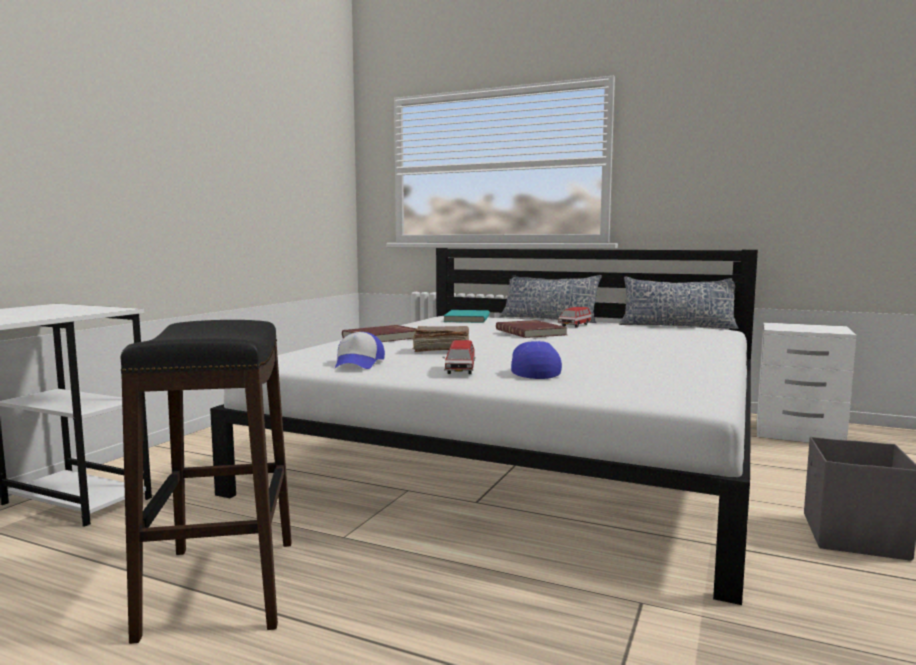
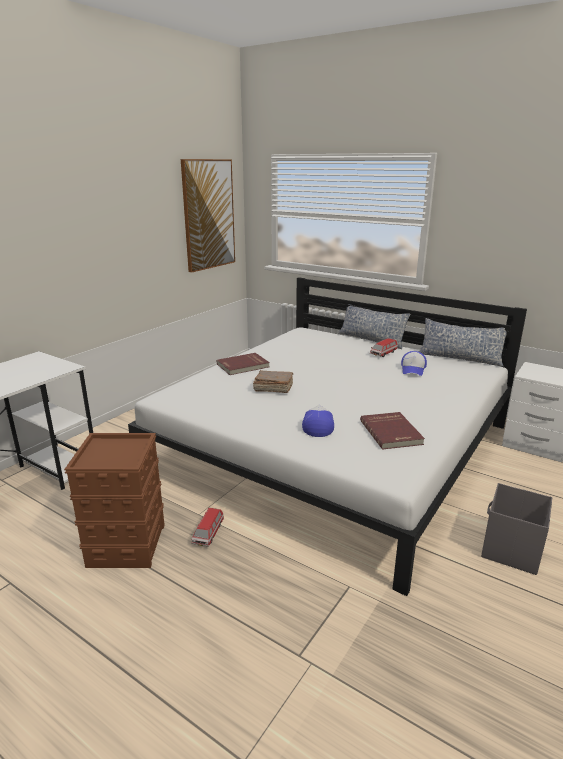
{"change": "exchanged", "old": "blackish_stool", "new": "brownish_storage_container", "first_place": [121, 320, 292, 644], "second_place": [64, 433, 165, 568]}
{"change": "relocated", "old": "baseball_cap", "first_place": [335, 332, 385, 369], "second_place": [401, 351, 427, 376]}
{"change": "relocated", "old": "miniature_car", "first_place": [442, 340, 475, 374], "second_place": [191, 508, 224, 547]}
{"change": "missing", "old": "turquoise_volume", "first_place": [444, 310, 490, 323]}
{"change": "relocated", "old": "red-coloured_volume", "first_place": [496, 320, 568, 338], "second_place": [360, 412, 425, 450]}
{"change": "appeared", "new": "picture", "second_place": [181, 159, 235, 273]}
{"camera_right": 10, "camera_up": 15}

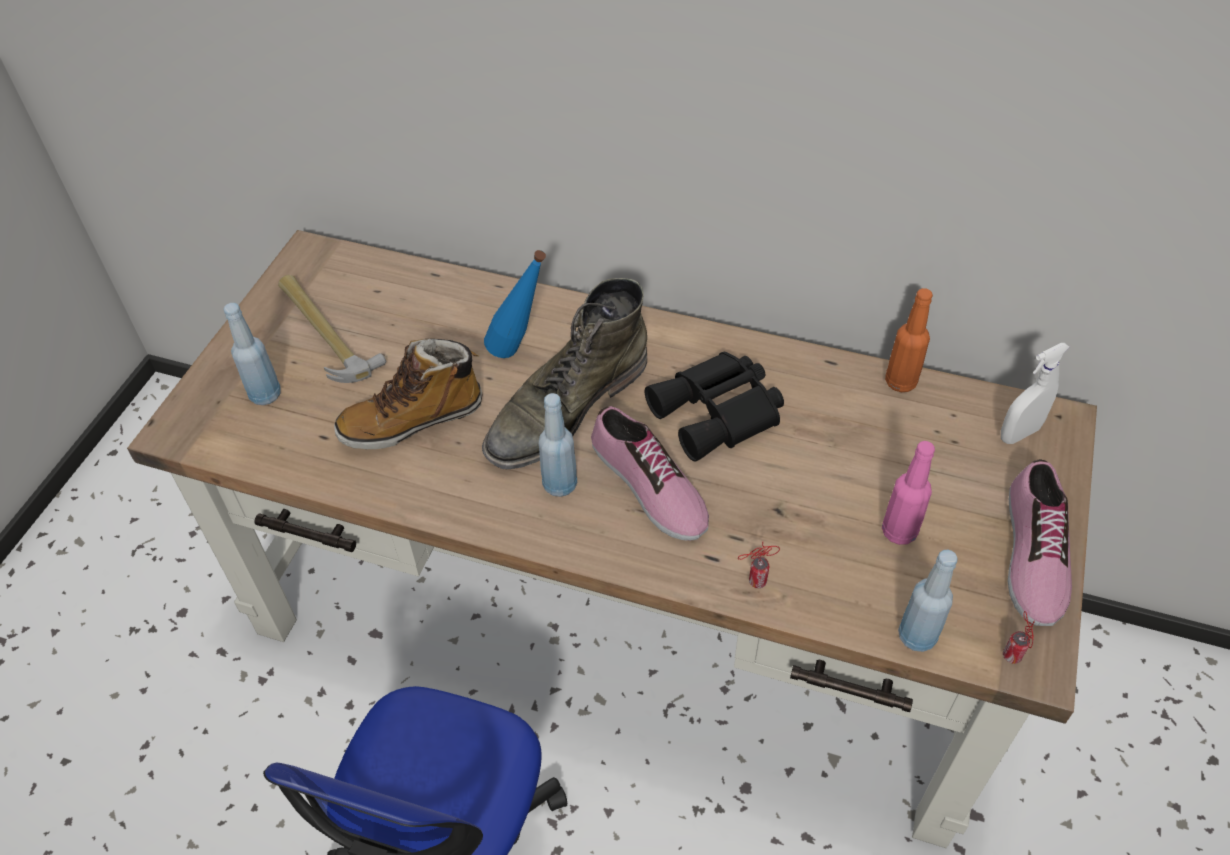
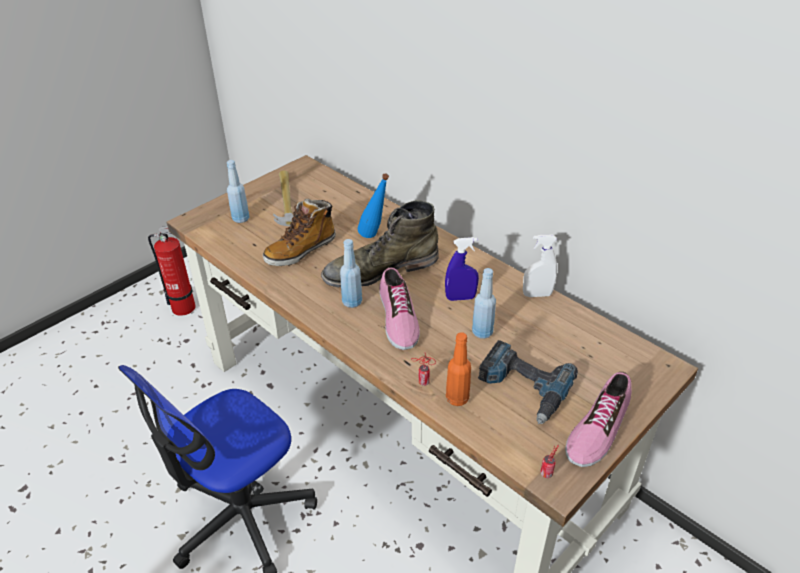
{"change": "spun", "old": "tall_boot", "first_place": [334, 339, 482, 449], "second_place": [263, 199, 336, 266], "degrees": -45}
{"change": "exchanged", "old": "blackish_pair_of_binoculars", "new": "bluish_sprayer", "first_place": [644, 352, 784, 462], "second_place": [445, 237, 479, 301]}
{"change": "exchanged", "old": "pink-coloured_bottle", "new": "electric_drill", "first_place": [882, 441, 935, 545], "second_place": [478, 340, 578, 424]}
{"change": "relocated", "old": "orange-coloured_bottle", "first_place": [885, 288, 933, 392], "second_place": [446, 332, 471, 406]}
{"change": "relocated", "old": "bluish_bottle", "first_place": [898, 550, 958, 652], "second_place": [472, 268, 496, 339]}
{"change": "relocated", "old": "whitish_sprayer", "first_place": [1001, 343, 1070, 444], "second_place": [523, 235, 557, 297]}
{"change": "appeared", "new": "fire-fighting_cylinder", "second_place": [148, 226, 195, 316]}
{"camera_right": 25, "camera_up": -10}

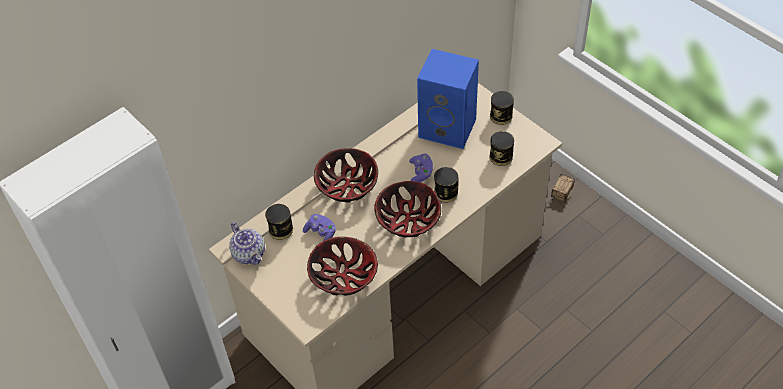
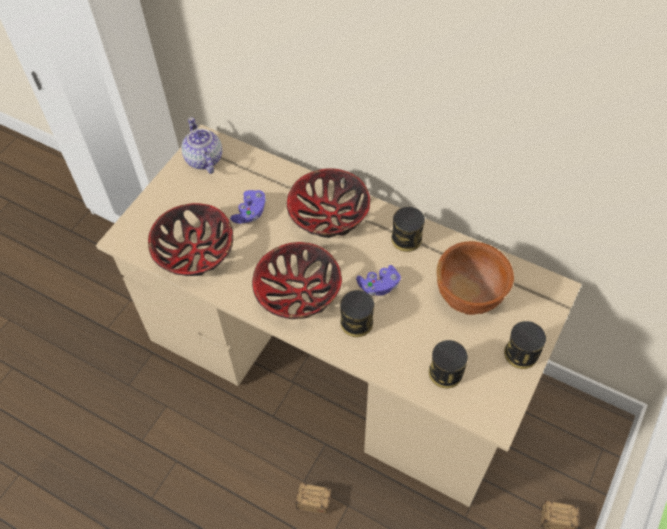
{"change": "spun", "old": "tea_pot", "first_place": [229, 222, 265, 265], "second_place": [182, 117, 222, 174], "degrees": 120}
{"change": "relocated", "old": "sealed_can", "first_place": [265, 204, 293, 240], "second_place": [391, 207, 425, 252]}
{"change": "exchanged", "old": "bluish_loudspeaker", "new": "brownish_serving_bowl", "first_place": [417, 49, 479, 149], "second_place": [437, 241, 514, 315]}
{"change": "appeared", "new": "storage_container", "second_place": [249, 482, 332, 514]}
{"camera_right": 70, "camera_up": 5}

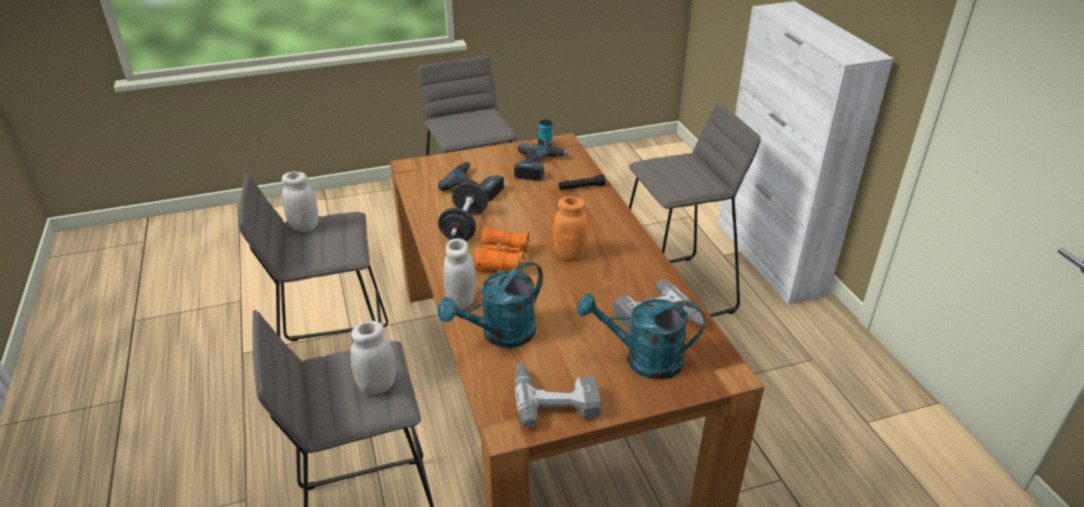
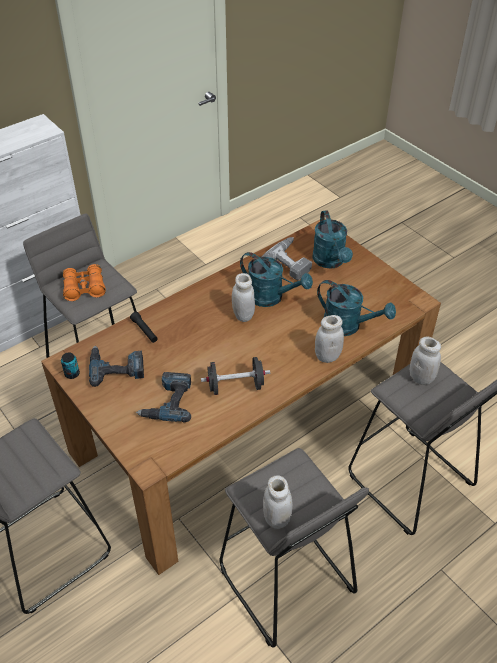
{"change": "relocated", "old": "orange-coloured_pair_of_binoculars", "first_place": [475, 228, 529, 272], "second_place": [62, 264, 106, 301]}
{"change": "missing", "old": "electric_drill", "first_place": [515, 362, 601, 428]}
{"change": "colour", "old": "orange-coloured_storage_jar", "new": "whitish_storage_jar", "first_place": [553, 196, 588, 260], "second_place": [232, 273, 255, 322]}
{"change": "appeared", "new": "turquoise_watering_can", "second_place": [240, 252, 313, 307]}
{"camera_right": -110, "camera_up": 10}

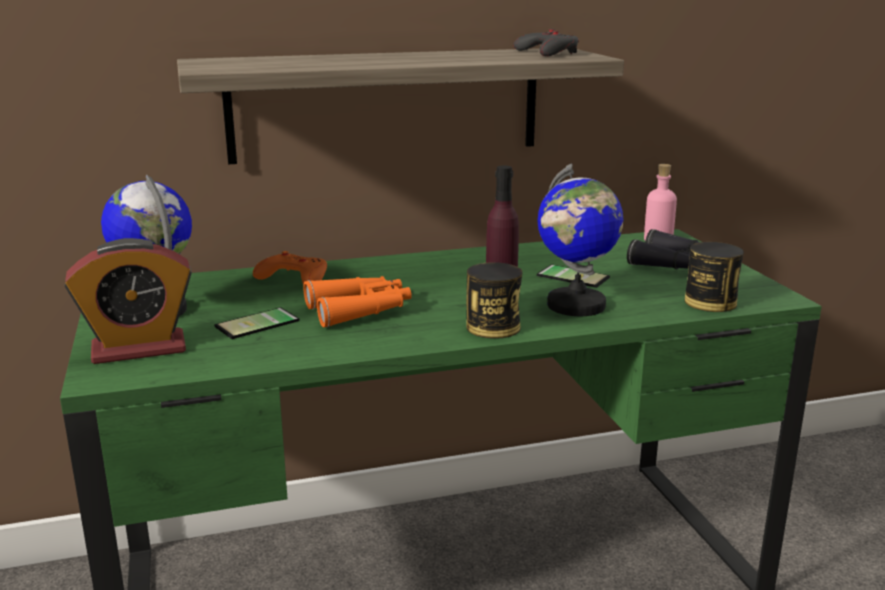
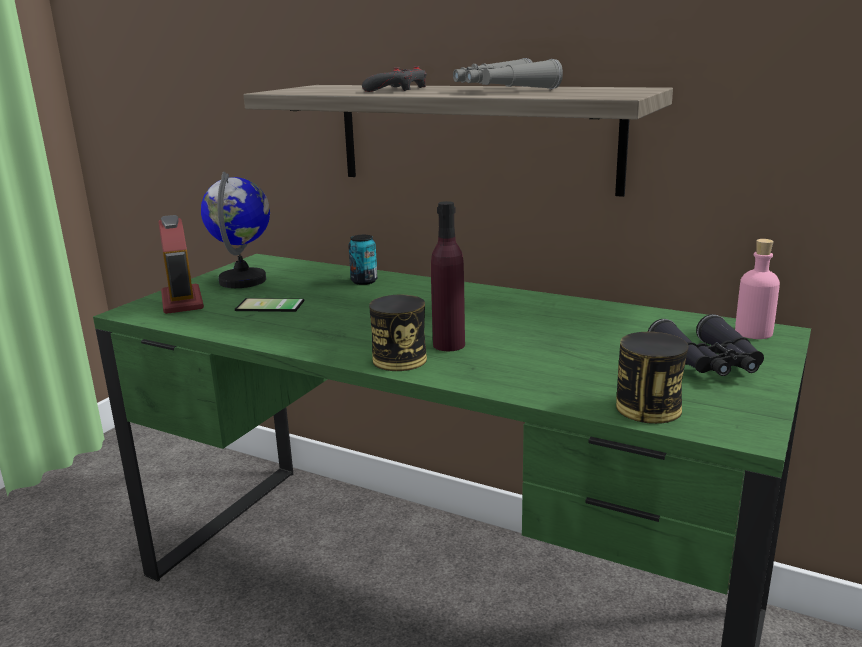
{"change": "spun", "old": "table_clock", "first_place": [65, 238, 192, 364], "second_place": [158, 215, 204, 314], "degrees": 45}
{"change": "exchanged", "old": "orange-coloured_joypad", "new": "sealed_can", "first_place": [253, 251, 327, 285], "second_place": [348, 235, 377, 285]}
{"change": "missing", "old": "orange-coloured_pair_of_binoculars", "first_place": [303, 276, 412, 328]}
{"change": "relocated", "old": "grey_joypad", "first_place": [513, 29, 579, 56], "second_place": [362, 66, 427, 92]}
{"change": "missing", "old": "phone", "first_place": [537, 264, 610, 288]}
{"change": "missing", "old": "world_globe", "first_place": [538, 164, 623, 316]}
{"change": "appeared", "new": "grey_pair_of_binoculars", "second_place": [453, 58, 563, 89]}
{"camera_right": 45, "camera_up": 0}

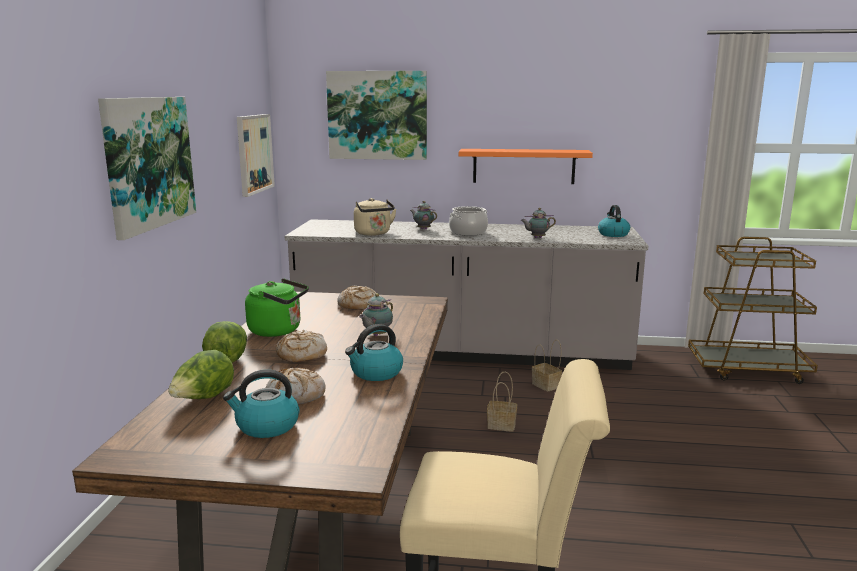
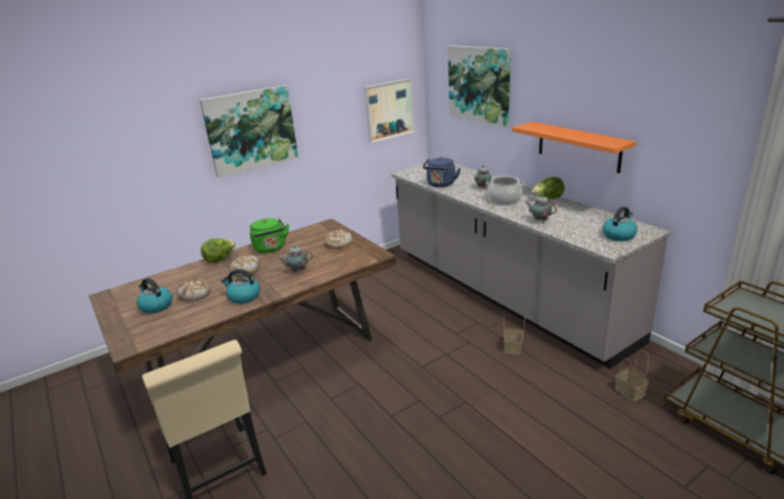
{"change": "relocated", "old": "head_of_lettuce", "first_place": [168, 350, 234, 399], "second_place": [531, 177, 565, 199]}
{"change": "colour", "old": "beige-coloured_kettle", "new": "bluish_kettle", "first_place": [354, 198, 397, 236], "second_place": [423, 157, 461, 187]}
{"change": "relocated", "old": "basket", "first_place": [487, 371, 517, 432], "second_place": [615, 350, 649, 402]}
{"camera_right": 50, "camera_up": 10}

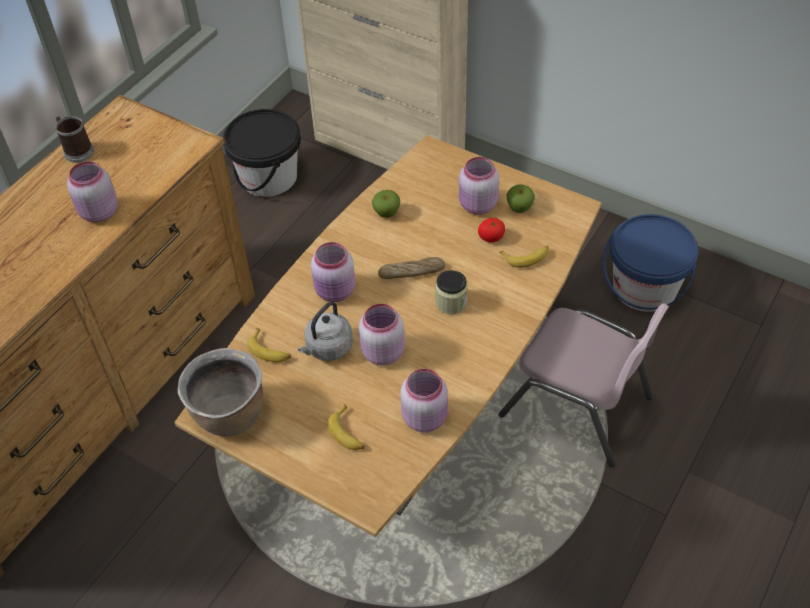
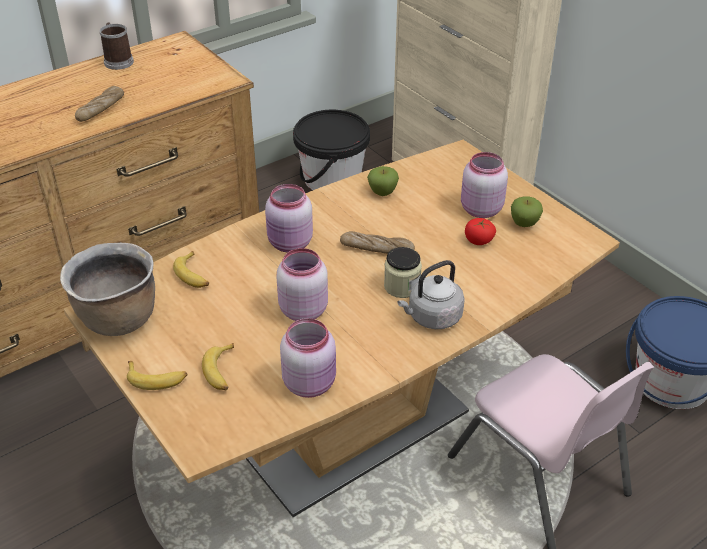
{"change": "exchanged", "old": "pink-coloured_storage_jar", "new": "bakery_bread", "first_place": [67, 161, 118, 222], "second_place": [75, 86, 124, 122]}
{"change": "relocated", "old": "grey_kettle", "first_place": [298, 301, 353, 361], "second_place": [397, 260, 465, 329]}
{"change": "relocated", "old": "banana_fruit", "first_place": [499, 245, 549, 268], "second_place": [127, 361, 188, 390]}
{"camera_right": 20, "camera_up": -10}

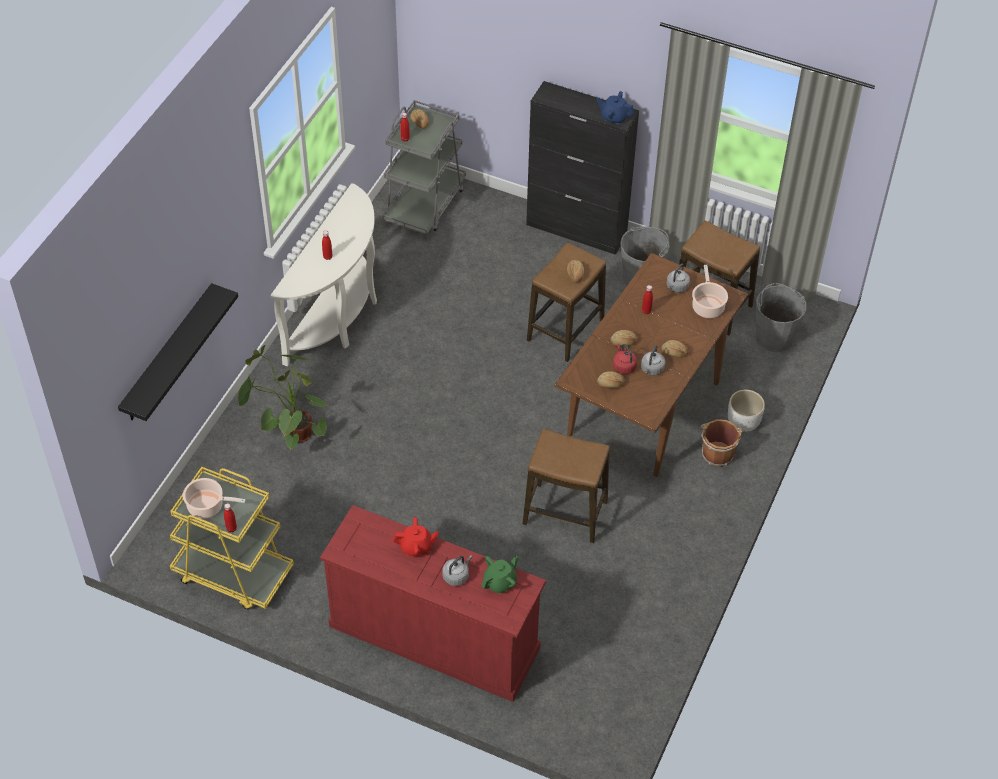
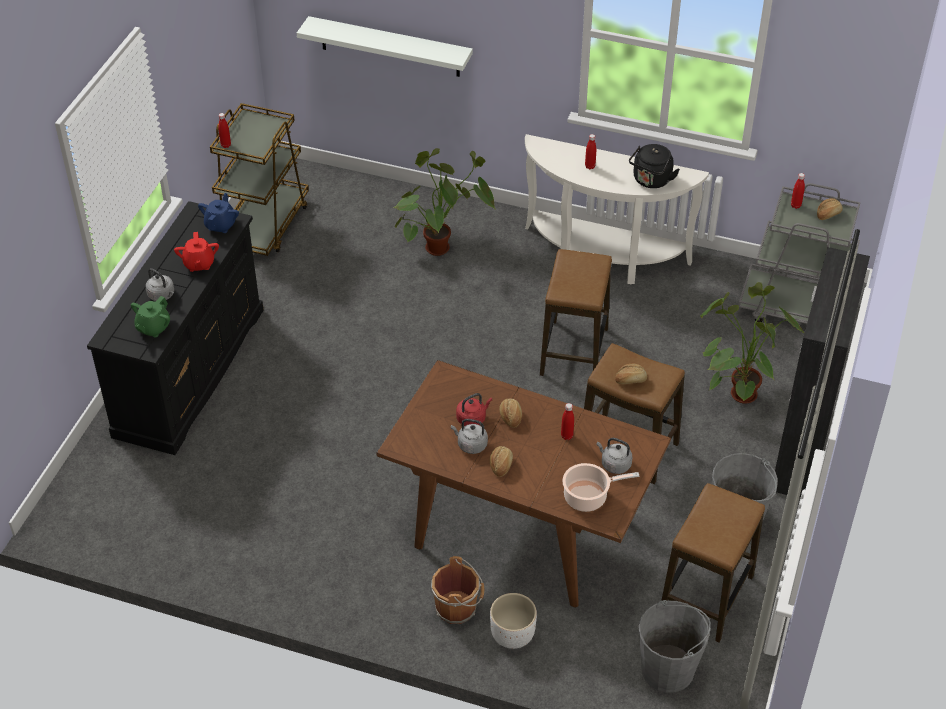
{"change": "colour", "old": "blackish_bracket_shelf", "new": "whitish_bracket_shelf", "first_place": [118, 283, 238, 421], "second_place": [297, 16, 473, 77]}
{"change": "colour", "old": "yellow-coloured_wheeled_cart", "new": "brownish_wheeled_cart", "first_place": [170, 467, 294, 610], "second_place": [210, 103, 309, 256]}
{"change": "missing", "old": "stockpot", "first_place": [183, 478, 246, 519]}
{"change": "colour", "old": "red-coloured_drawer_chest", "new": "blackish_drawer_chest", "first_place": [320, 505, 546, 702], "second_place": [87, 201, 264, 455]}
{"change": "spun", "old": "green_tea_pot", "first_place": [481, 556, 518, 594], "second_place": [131, 296, 170, 337], "degrees": 75}
{"change": "relocated", "old": "stool", "first_place": [523, 429, 610, 543], "second_place": [540, 249, 612, 376]}
{"change": "relocated", "old": "bluish_tea_pot", "first_place": [596, 91, 634, 125], "second_place": [198, 193, 239, 233]}
{"change": "missing", "old": "bakery_bread", "first_place": [597, 371, 625, 388]}
{"change": "appeared", "new": "blackish_kettle", "second_place": [629, 144, 680, 188]}
{"change": "appeared", "new": "plant_in_a_pot", "second_place": [700, 282, 804, 404]}
{"camera_right": 85, "camera_up": -5}

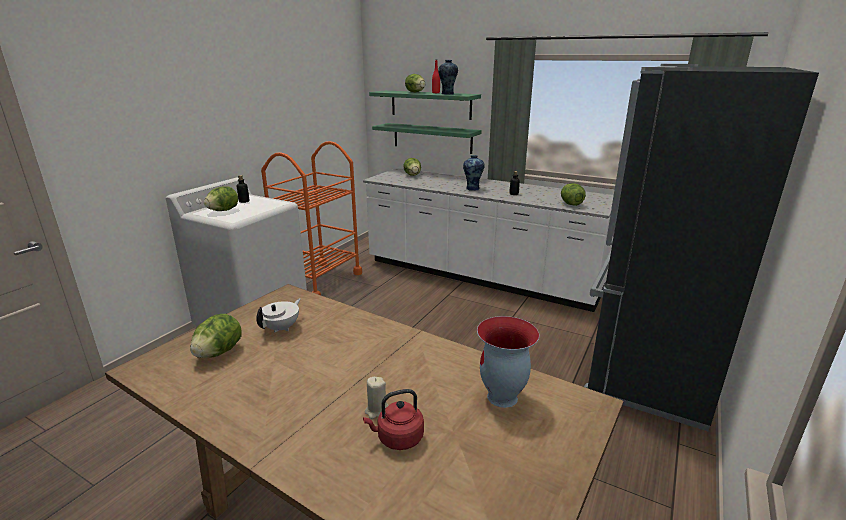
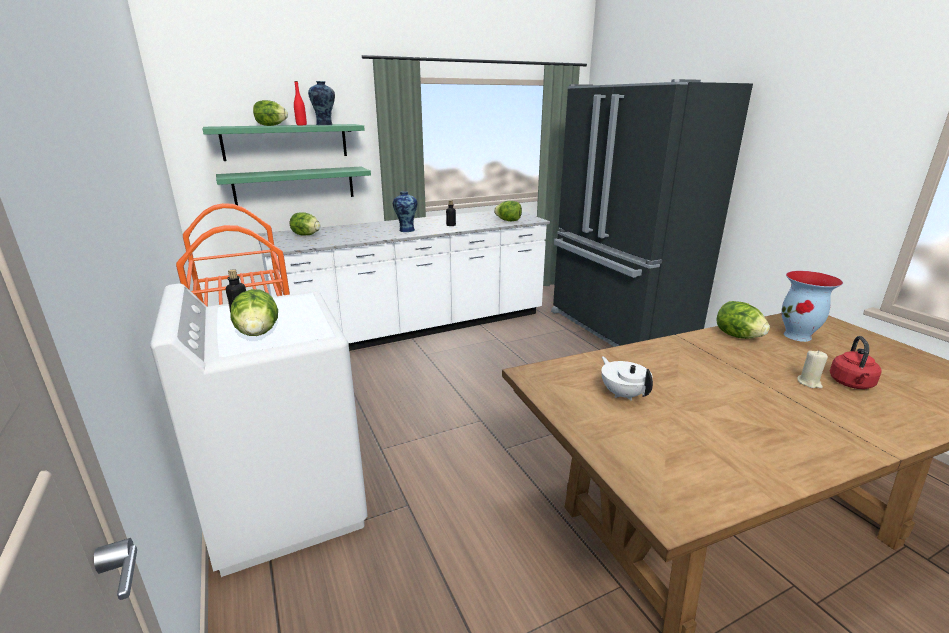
{"change": "relocated", "old": "head_of_lettuce", "first_place": [190, 314, 242, 358], "second_place": [716, 301, 770, 339]}
{"camera_right": -55, "camera_up": 0}

